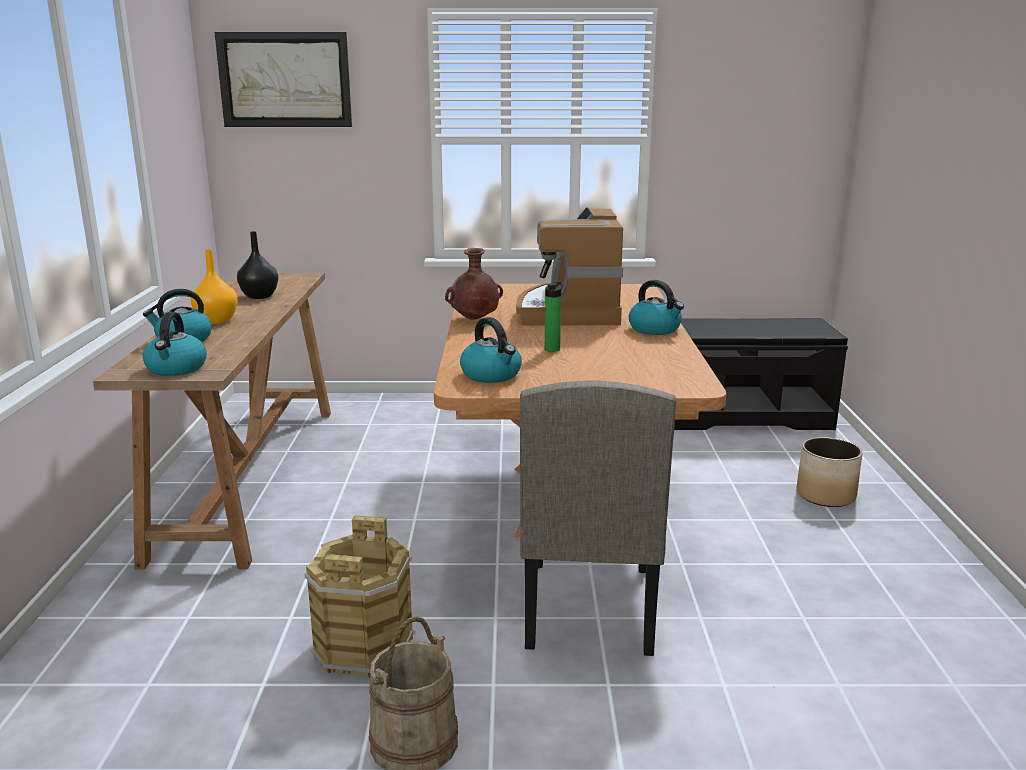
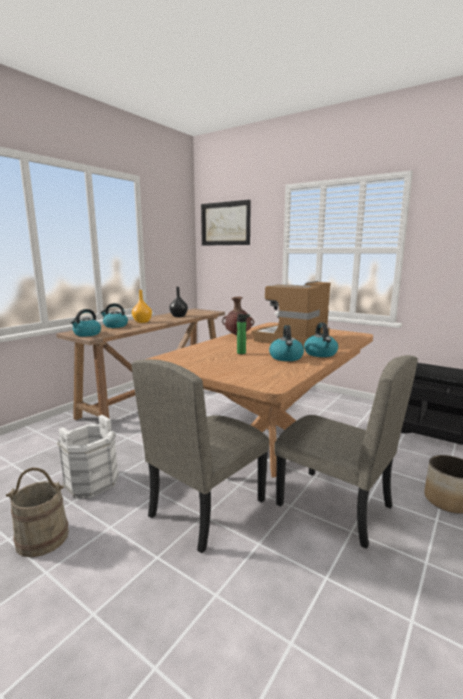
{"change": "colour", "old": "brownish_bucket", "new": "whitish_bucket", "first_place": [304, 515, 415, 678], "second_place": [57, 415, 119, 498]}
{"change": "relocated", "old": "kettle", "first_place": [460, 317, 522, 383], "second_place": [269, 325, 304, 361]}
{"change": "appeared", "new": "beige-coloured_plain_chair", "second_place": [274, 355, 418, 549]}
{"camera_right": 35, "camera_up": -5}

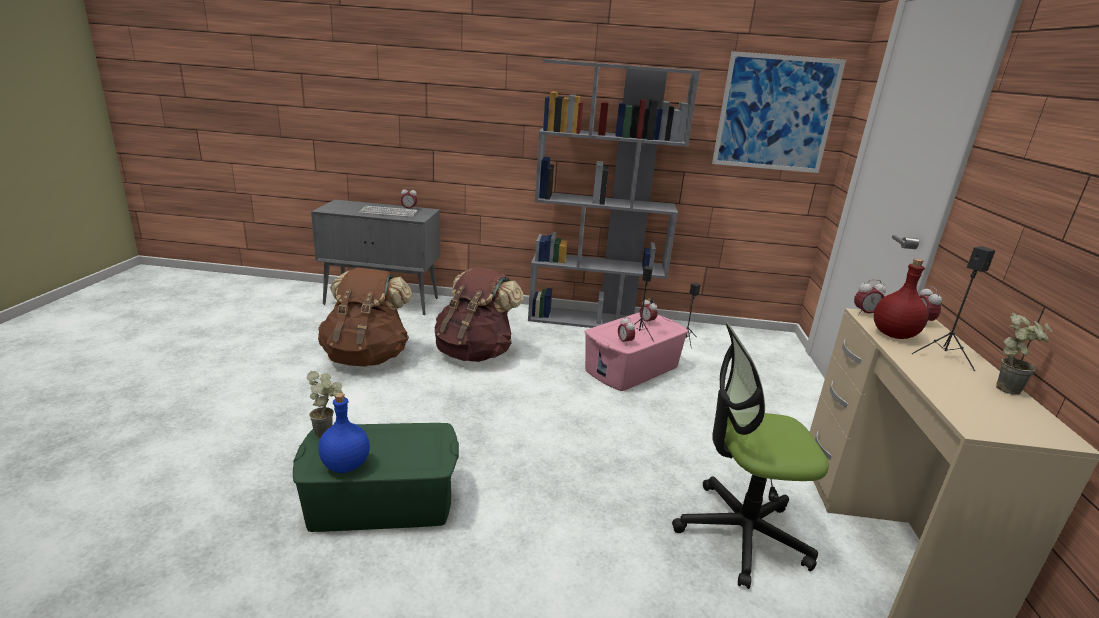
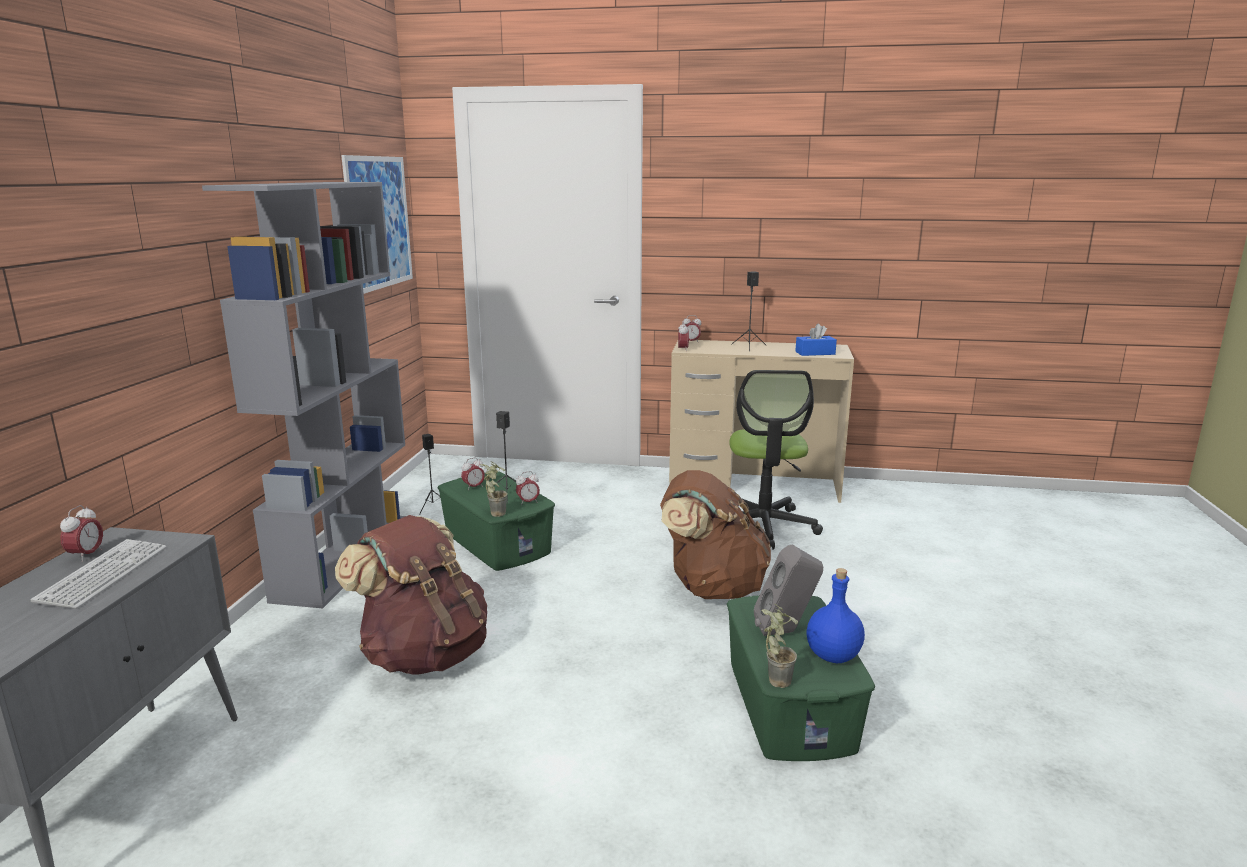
{"change": "relocated", "old": "brownish_rucksack", "first_place": [318, 267, 412, 367], "second_place": [660, 470, 771, 599]}
{"change": "colour", "old": "pink-coloured_storage_container", "new": "green_storage_container", "first_place": [585, 312, 688, 391], "second_place": [438, 471, 555, 571]}
{"change": "missing", "old": "red-coloured_bottle", "first_place": [874, 259, 928, 339]}
{"change": "relocated", "old": "plant_in_a_pot", "first_place": [996, 313, 1052, 395], "second_place": [481, 462, 507, 517]}
{"change": "appeared", "new": "grey_loudspeaker", "second_place": [754, 545, 823, 636]}
{"change": "appeared", "new": "bluish_tissue_box", "second_place": [795, 324, 837, 356]}
{"camera_right": -85, "camera_up": -5}

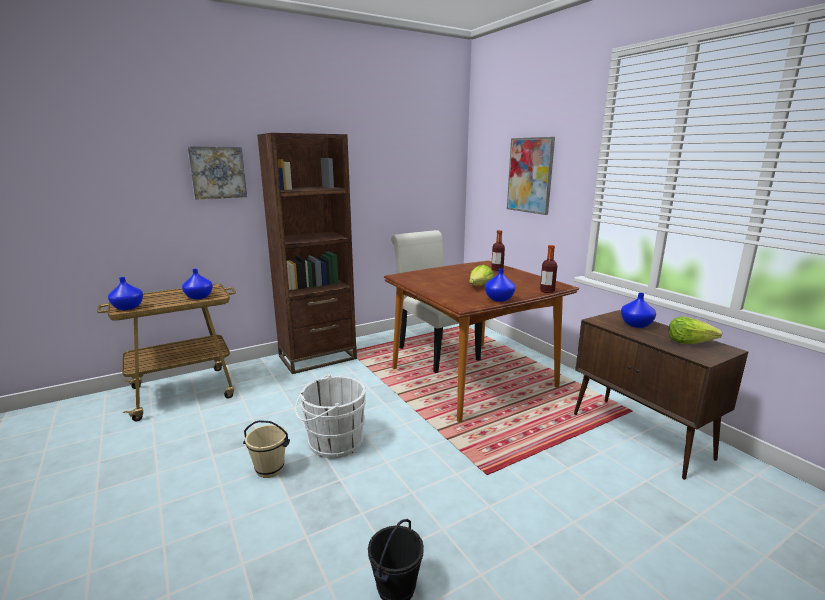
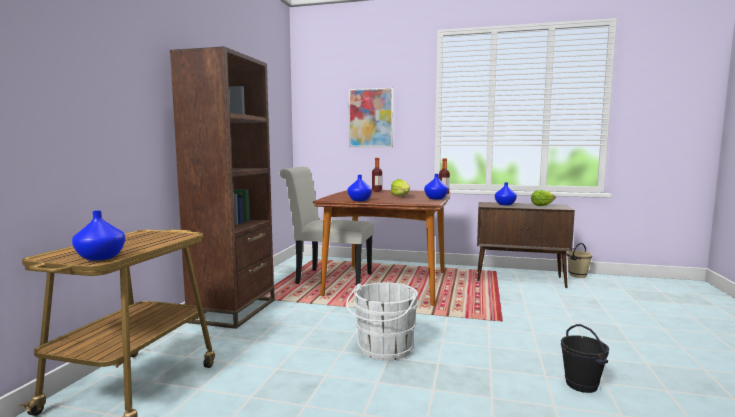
{"change": "relocated", "old": "bluish_vase", "first_place": [182, 269, 213, 299], "second_place": [347, 175, 372, 201]}
{"change": "missing", "old": "picture", "first_place": [187, 146, 247, 199]}
{"change": "relocated", "old": "beige-coloured_bucket", "first_place": [243, 420, 290, 478], "second_place": [567, 243, 592, 278]}
{"camera_right": -45, "camera_up": -10}

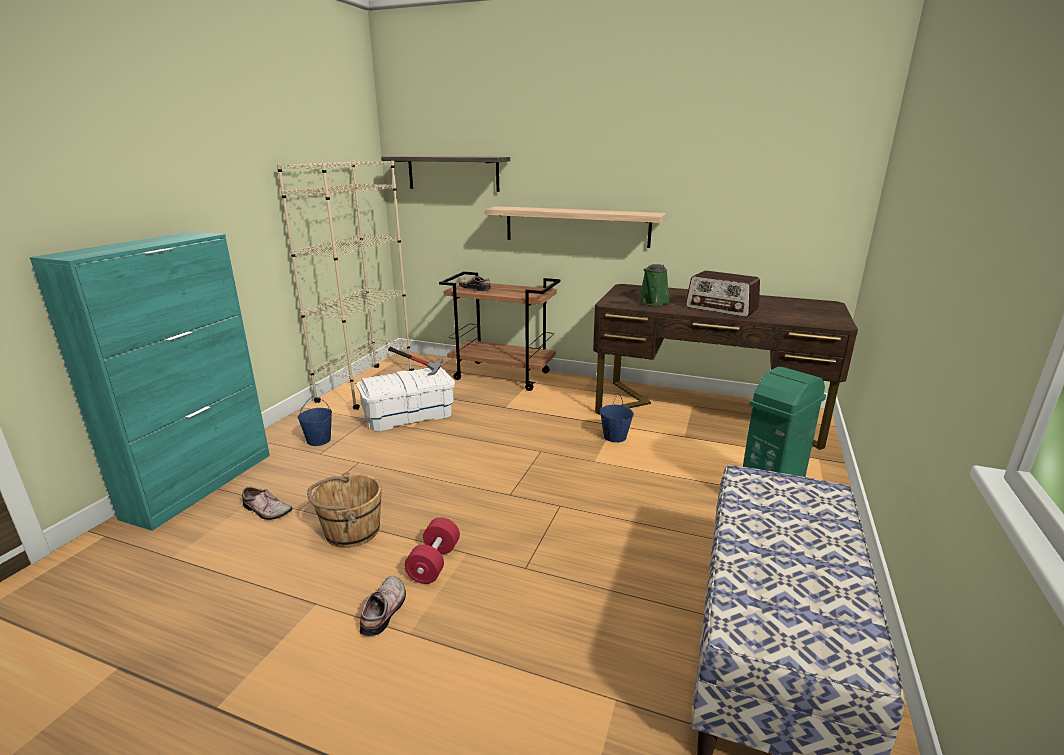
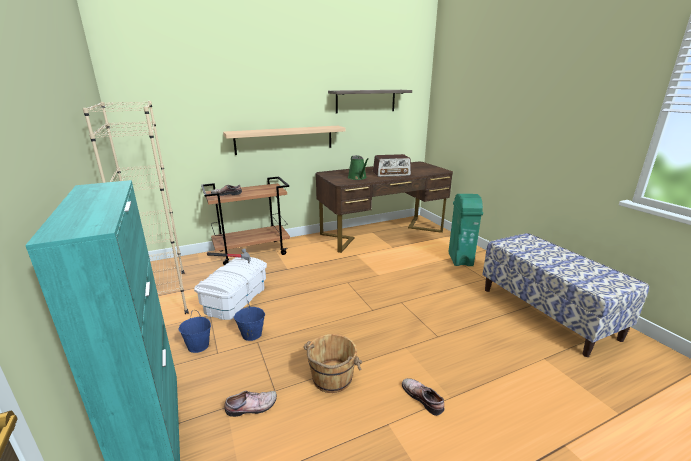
{"change": "relocated", "old": "bracket_shelf", "first_place": [381, 156, 510, 192], "second_place": [328, 90, 412, 114]}
{"change": "missing", "old": "red-coloured_dumbbell", "first_place": [404, 517, 460, 584]}
{"change": "relocated", "old": "bluish_bucket", "first_place": [600, 394, 634, 443], "second_place": [234, 300, 265, 341]}
{"camera_right": -45, "camera_up": 0}

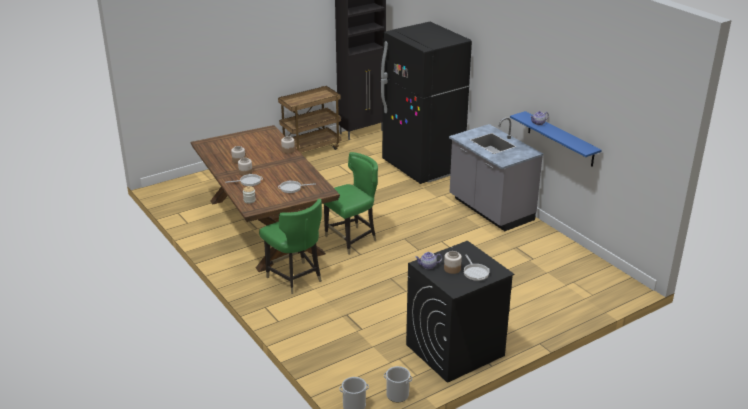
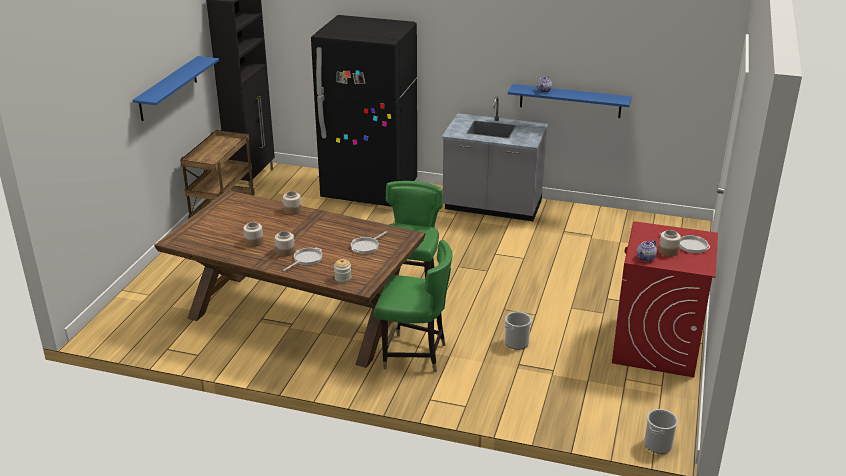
{"change": "relocated", "old": "bucket", "first_place": [384, 366, 412, 402], "second_place": [504, 312, 532, 350]}
{"change": "colour", "old": "blackish_laundry_machine", "new": "red-coloured_laundry_machine", "first_place": [406, 241, 514, 383], "second_place": [612, 221, 718, 378]}
{"change": "appeared", "new": "bluish_bracket_shelf", "second_place": [133, 56, 219, 121]}
{"camera_right": -40, "camera_up": 0}

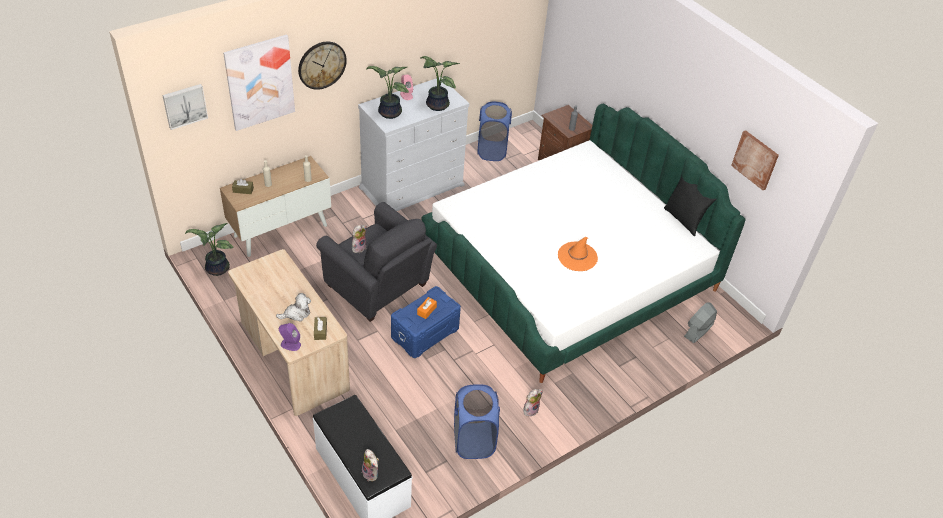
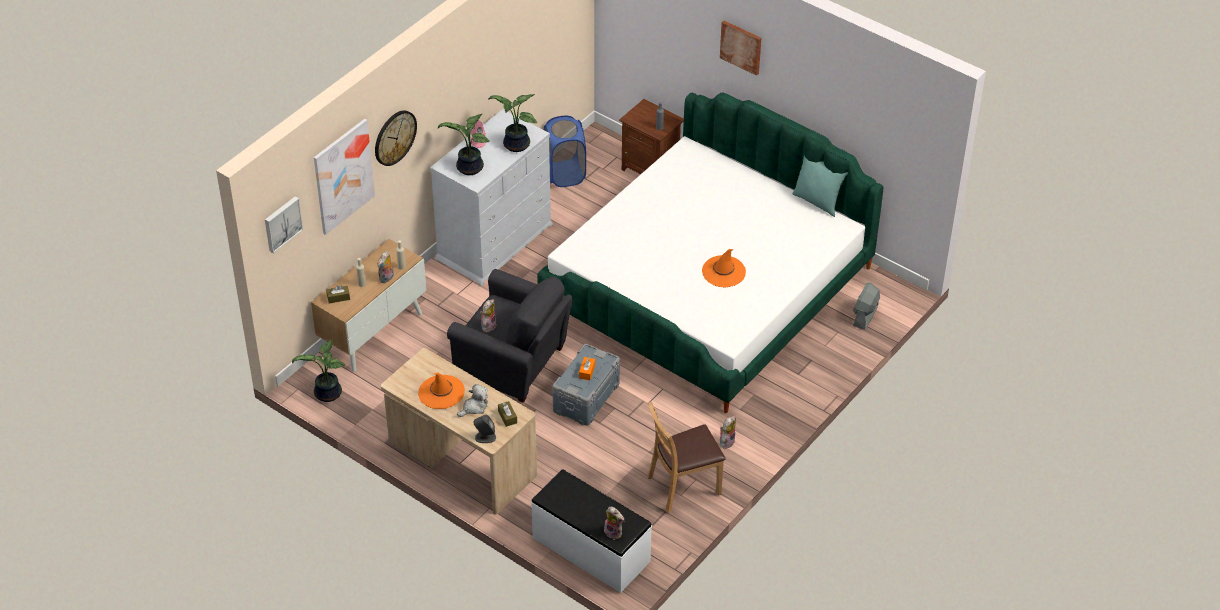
{"change": "colour", "old": "purple-coloured_loudspeaker", "new": "grey_loudspeaker", "first_place": [279, 323, 301, 351], "second_place": [473, 414, 496, 443]}
{"change": "colour", "old": "bluish_storage_container", "new": "grey_storage_container", "first_place": [391, 286, 461, 358], "second_place": [552, 344, 620, 426]}
{"change": "exchanged", "old": "bluish_laundry_basket", "new": "brownish_plain_chair", "first_place": [454, 384, 500, 459], "second_place": [648, 402, 726, 513]}
{"change": "colour", "old": "blackish_pillow", "new": "turquoise_pillow", "first_place": [664, 176, 716, 236], "second_place": [792, 155, 848, 217]}
{"change": "relocated", "old": "picture", "first_place": [731, 130, 779, 190], "second_place": [720, 21, 761, 76]}
{"change": "appeared", "new": "plush_toy", "second_place": [377, 251, 394, 283]}
{"change": "appeared", "new": "orange-coloured_clothing_hat", "second_place": [418, 372, 465, 409]}
{"camera_right": -15, "camera_up": 0}

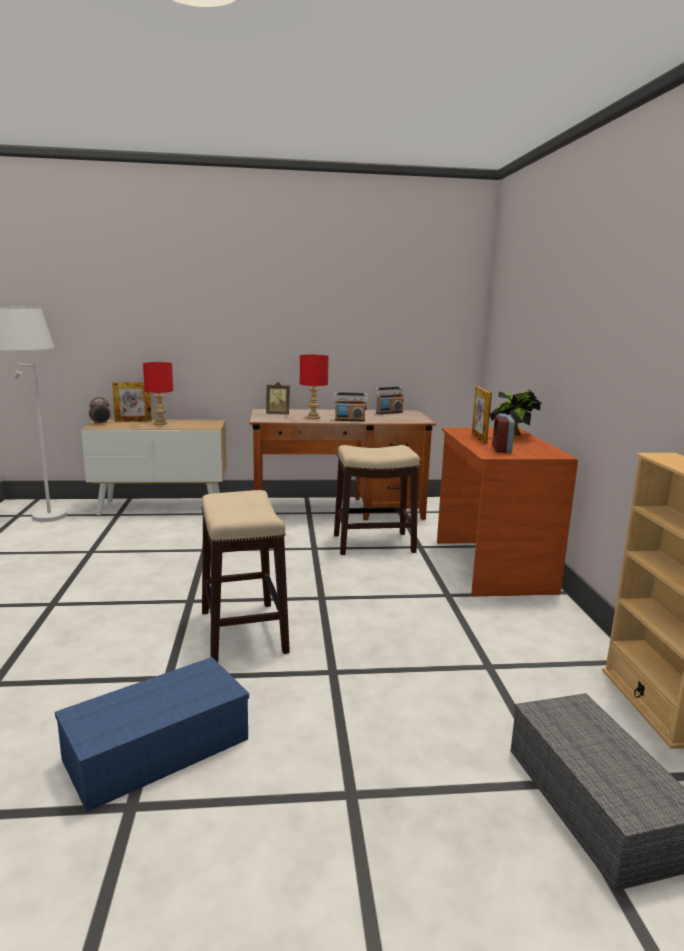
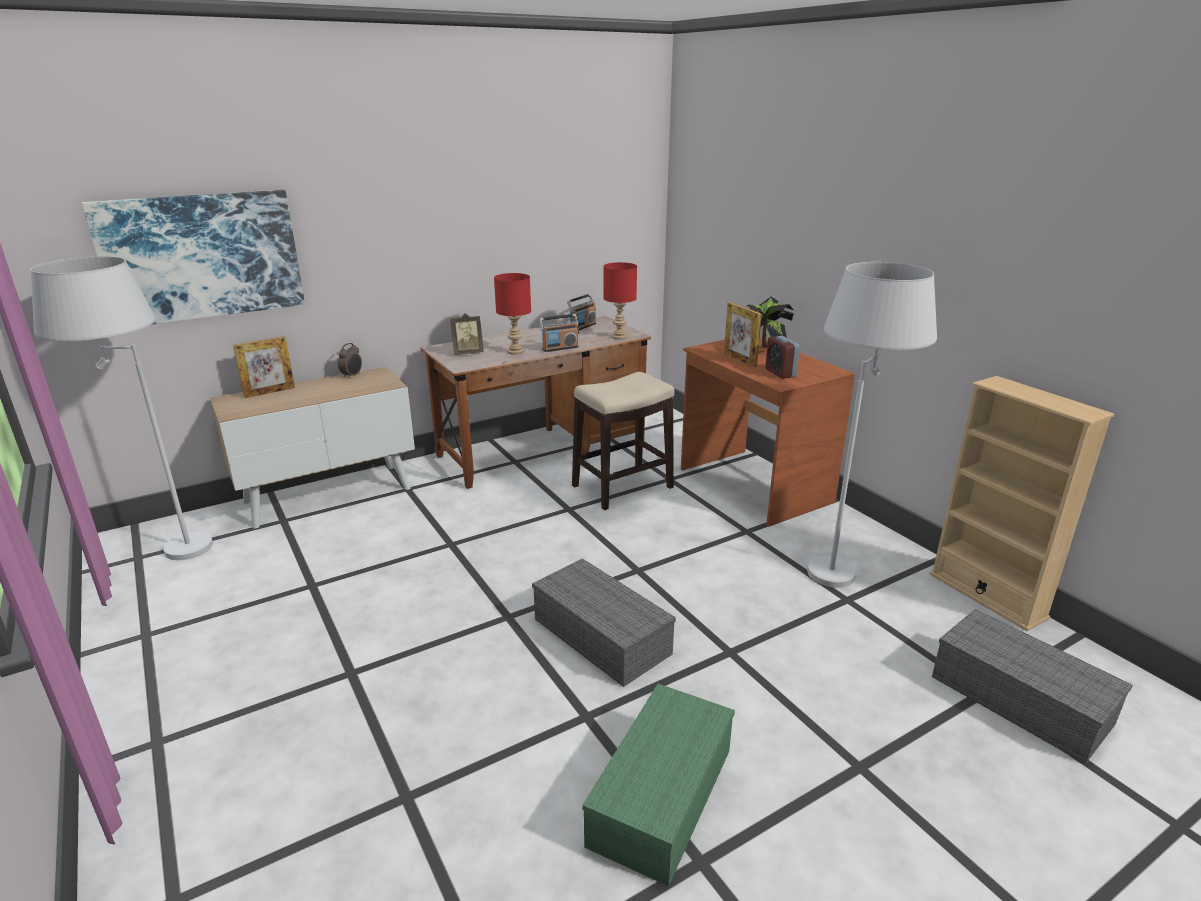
{"change": "colour", "old": "bluish_storage_container", "new": "green_storage_container", "first_place": [55, 657, 249, 812], "second_place": [582, 684, 735, 886]}
{"change": "relocated", "old": "table_clock", "first_place": [89, 397, 110, 425], "second_place": [338, 343, 362, 379]}
{"change": "relocated", "old": "red-coloured_table_lamp", "first_place": [143, 362, 173, 425], "second_place": [603, 262, 637, 340]}
{"change": "exchanged", "old": "stool", "new": "grey_storage_container", "first_place": [201, 490, 290, 662], "second_place": [532, 558, 676, 687]}
{"change": "appeared", "new": "picture", "second_place": [82, 190, 305, 325]}
{"change": "appeared", "new": "whitish_standard_lamp", "second_place": [807, 262, 937, 588]}
{"camera_right": -25, "camera_up": 10}

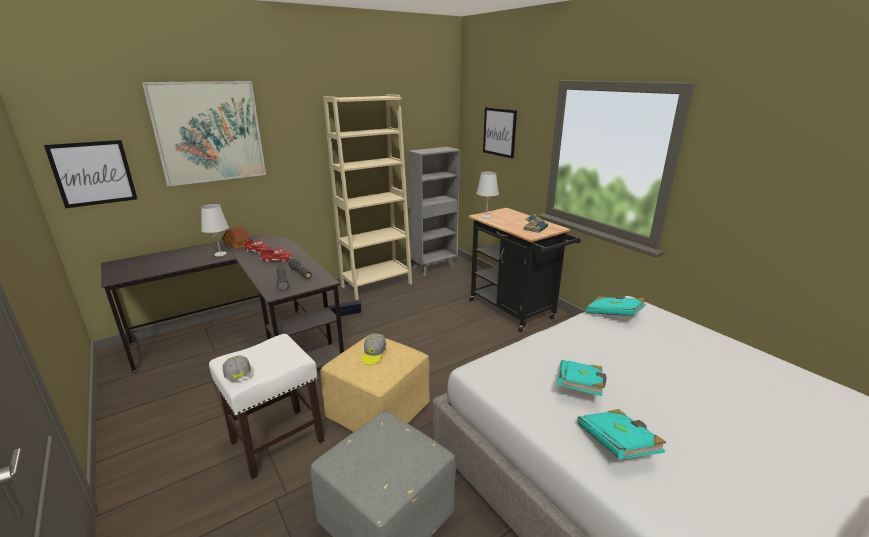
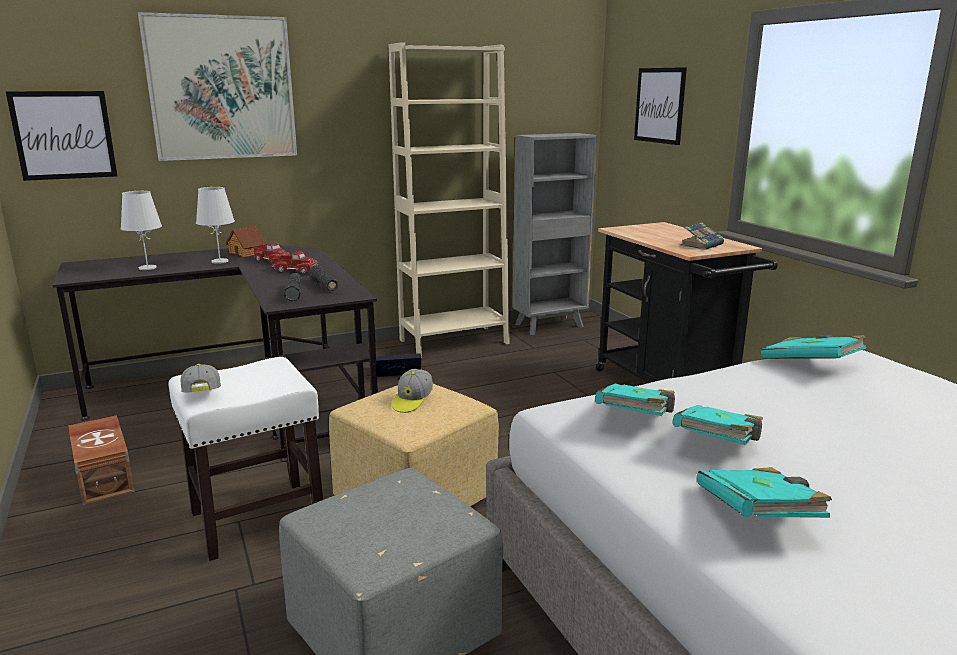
{"change": "relocated", "old": "whitish_table_lamp", "first_place": [476, 172, 499, 219], "second_place": [121, 191, 162, 270]}
{"change": "appeared", "new": "brownish_storage_container", "second_place": [68, 415, 135, 505]}
{"change": "appeared", "new": "turquoise_volume", "second_place": [595, 384, 675, 416]}
{"camera_right": 10, "camera_up": -5}

